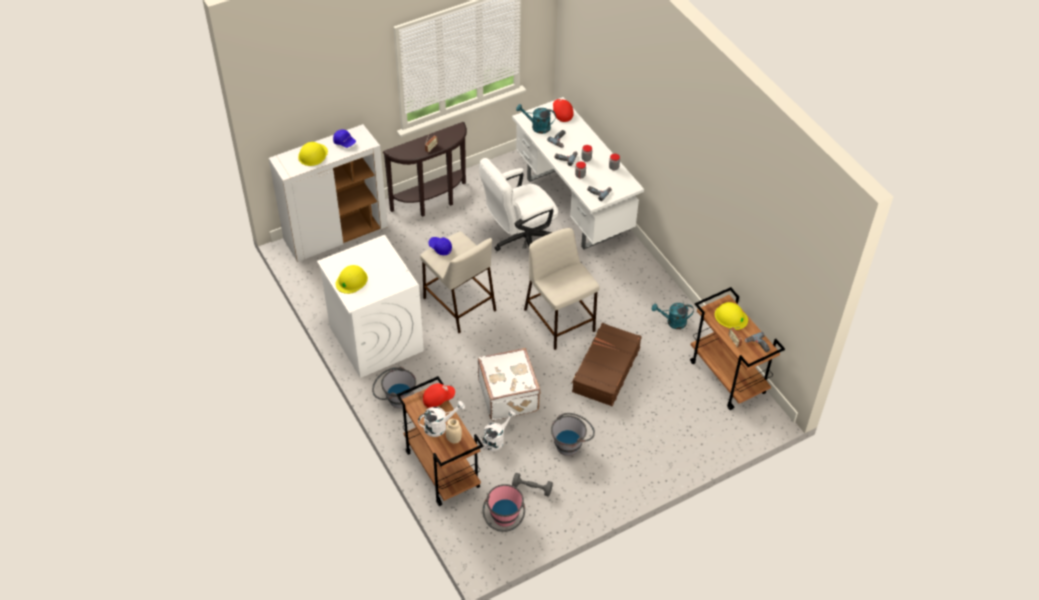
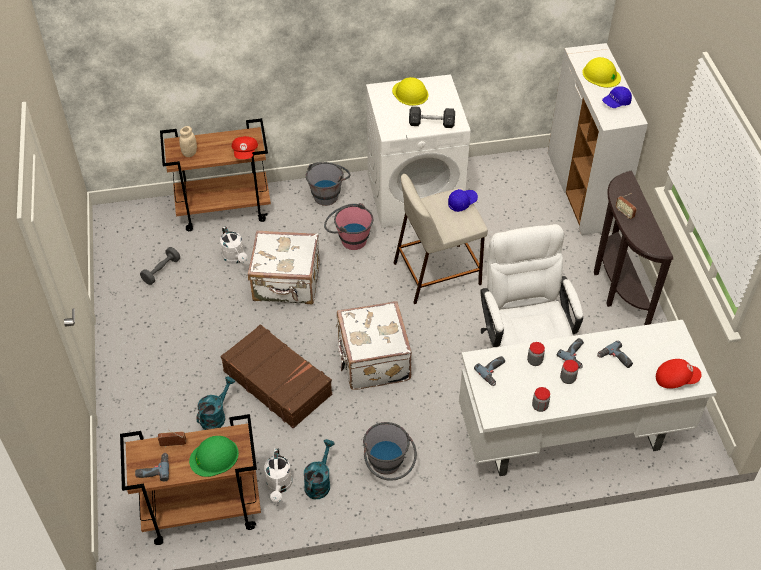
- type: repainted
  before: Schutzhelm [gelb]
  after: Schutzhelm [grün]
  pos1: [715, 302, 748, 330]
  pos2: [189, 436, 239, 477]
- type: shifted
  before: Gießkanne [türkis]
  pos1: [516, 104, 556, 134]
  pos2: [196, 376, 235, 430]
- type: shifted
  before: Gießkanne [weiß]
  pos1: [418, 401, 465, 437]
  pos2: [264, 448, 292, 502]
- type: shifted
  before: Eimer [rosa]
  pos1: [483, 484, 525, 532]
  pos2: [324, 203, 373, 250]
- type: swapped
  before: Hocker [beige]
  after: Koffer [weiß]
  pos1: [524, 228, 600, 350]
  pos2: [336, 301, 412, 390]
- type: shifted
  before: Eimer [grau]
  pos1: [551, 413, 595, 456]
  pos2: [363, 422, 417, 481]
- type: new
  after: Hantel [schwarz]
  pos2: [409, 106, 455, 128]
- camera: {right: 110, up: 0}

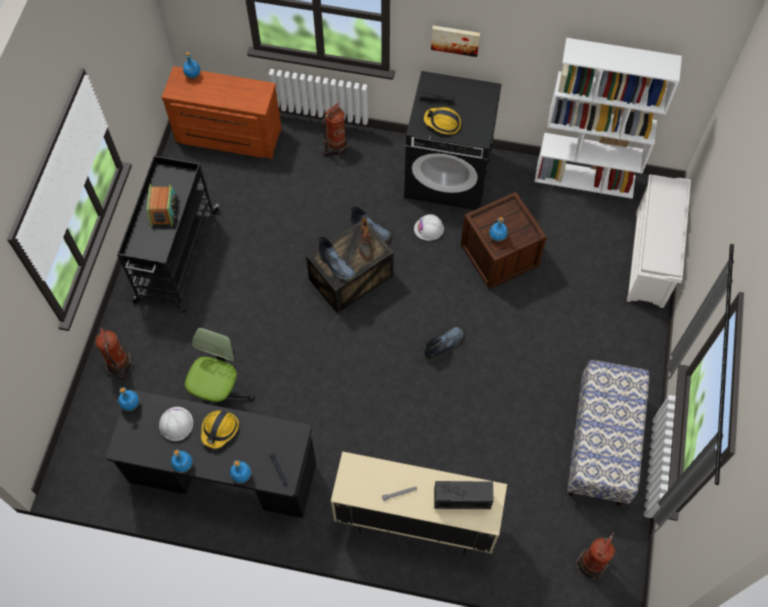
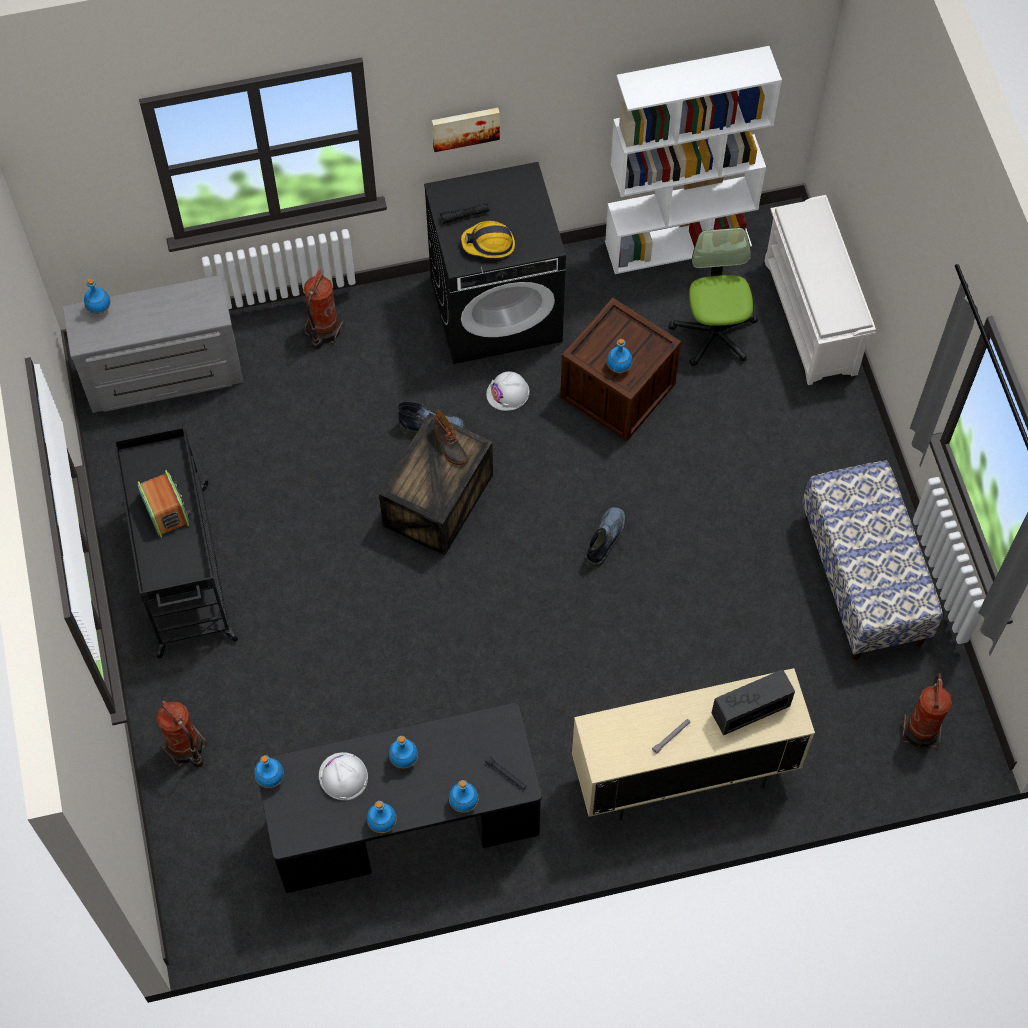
- type: repainted
  before: Kommode [braun]
  after: Kommode [grau]
  pos1: [161, 66, 282, 159]
  pos2: [62, 275, 244, 413]
- type: swapped
  before: Schutzhelm
  after: Flasche [blau]
  pos1: [201, 410, 239, 449]
  pos2: [389, 736, 418, 769]
- type: shifted
  before: Bürostuhl
  pos1: [185, 328, 254, 407]
  pos2: [668, 228, 758, 366]
- type: gone
  before: Stiefel
  pos1: [319, 237, 356, 281]
- camera: {right: -25, up: 0}

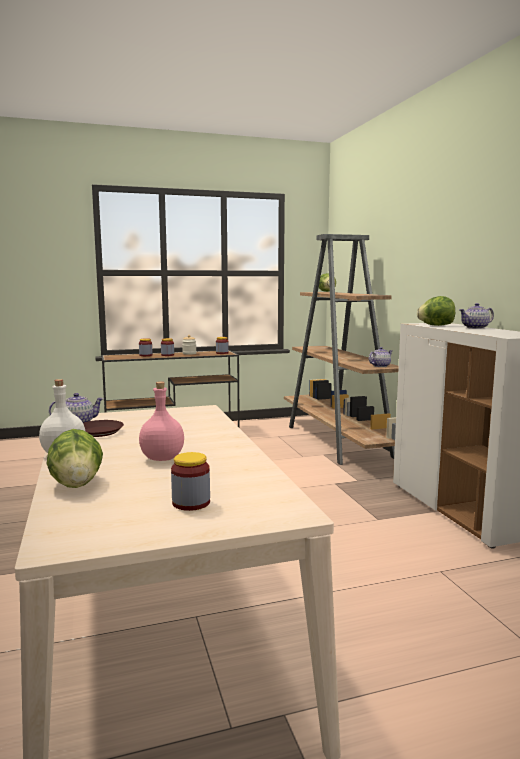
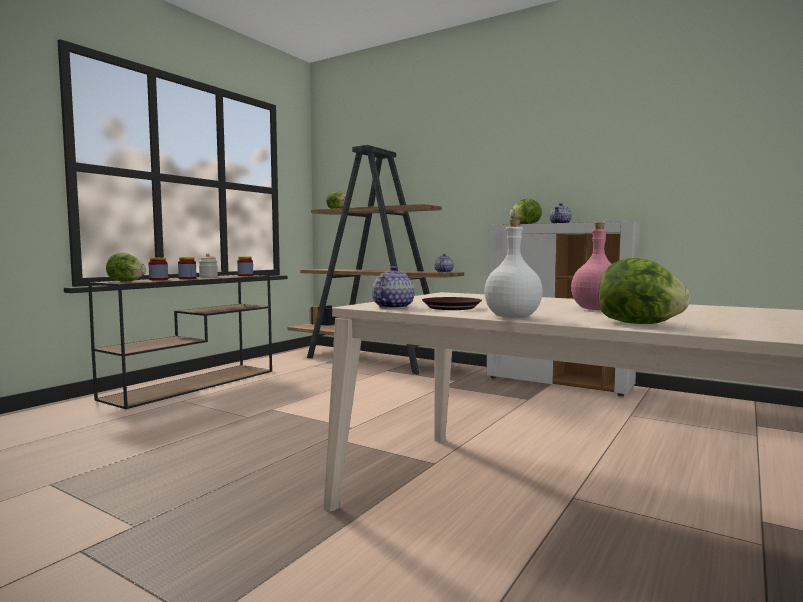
- type: new
  after: Salatkopf
  pos2: [106, 252, 146, 282]
- type: gone
  before: Vorratsglas
  pos1: [171, 452, 210, 511]
- camera: {right: -40, up: -5}

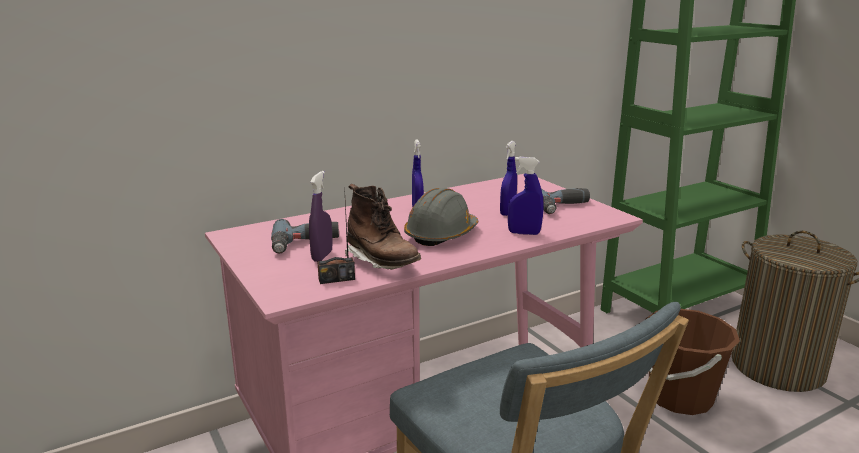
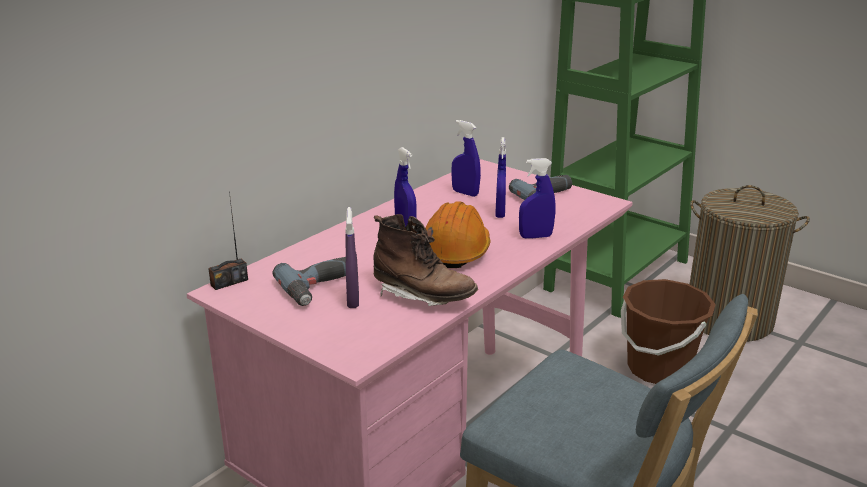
- type: shifted
  before: Radio
  pos1: [317, 187, 355, 284]
  pos2: [208, 191, 248, 290]
- type: repainted
  before: Schutzhelm [grau]
  after: Schutzhelm [orange]
  pos1: [404, 188, 478, 246]
  pos2: [426, 201, 491, 268]
- type: new
  after: Sprühflasche [blau]
  pos2: [451, 120, 481, 197]
- camera: {right: -20, up: 5}

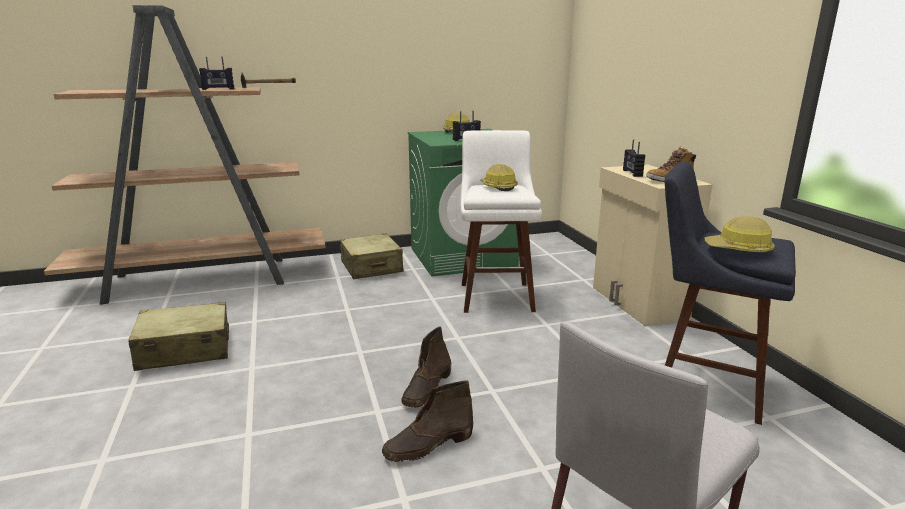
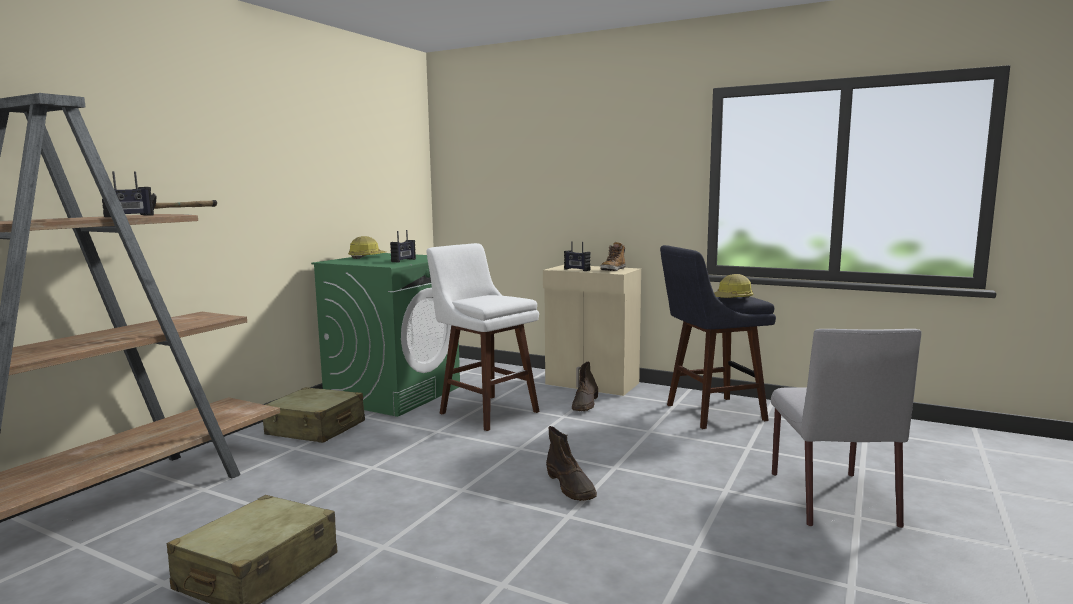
- type: shifted
  before: Stiefel [braun]
  pos1: [382, 380, 473, 462]
  pos2: [572, 362, 598, 411]
- type: gone
  before: Schutzhelm
  pos1: [481, 164, 518, 191]
- camera: {right: -45, up: -10}

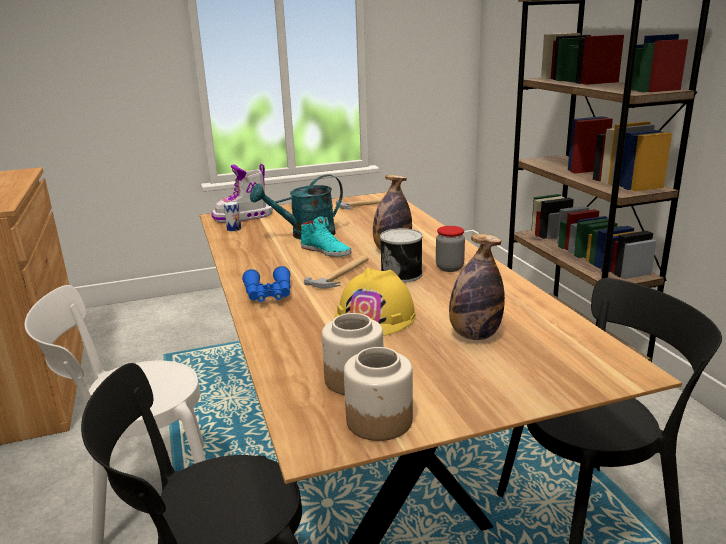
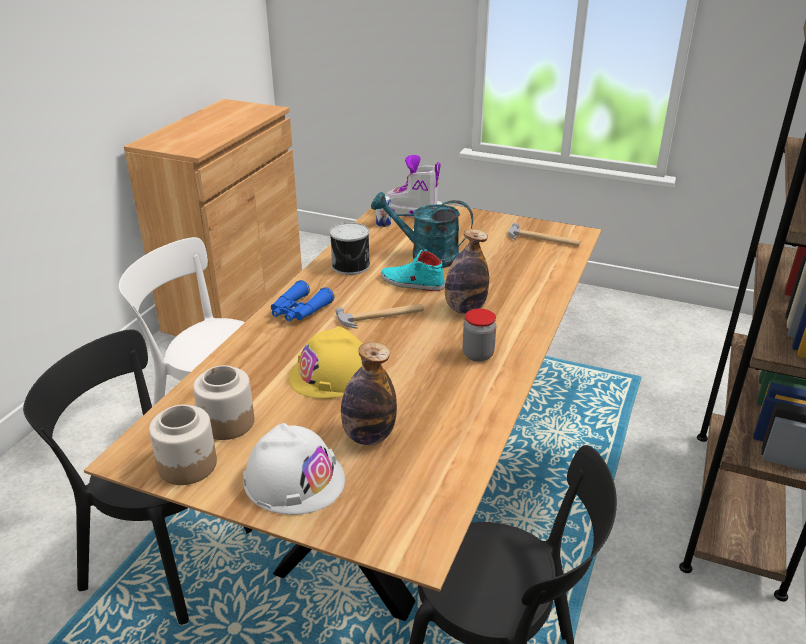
- type: new
  after: Schutzhelm [weiß]
  pos2: [243, 423, 345, 515]
- type: shifted
  before: Dose
  pos1: [380, 228, 423, 283]
  pos2: [330, 222, 370, 275]
- type: rotated
  before: Schuh [türkis]
  pos1: [301, 216, 351, 257]
  pos2: [381, 249, 445, 291]
  turn: 120
- camera: {right: 40, up: 10}

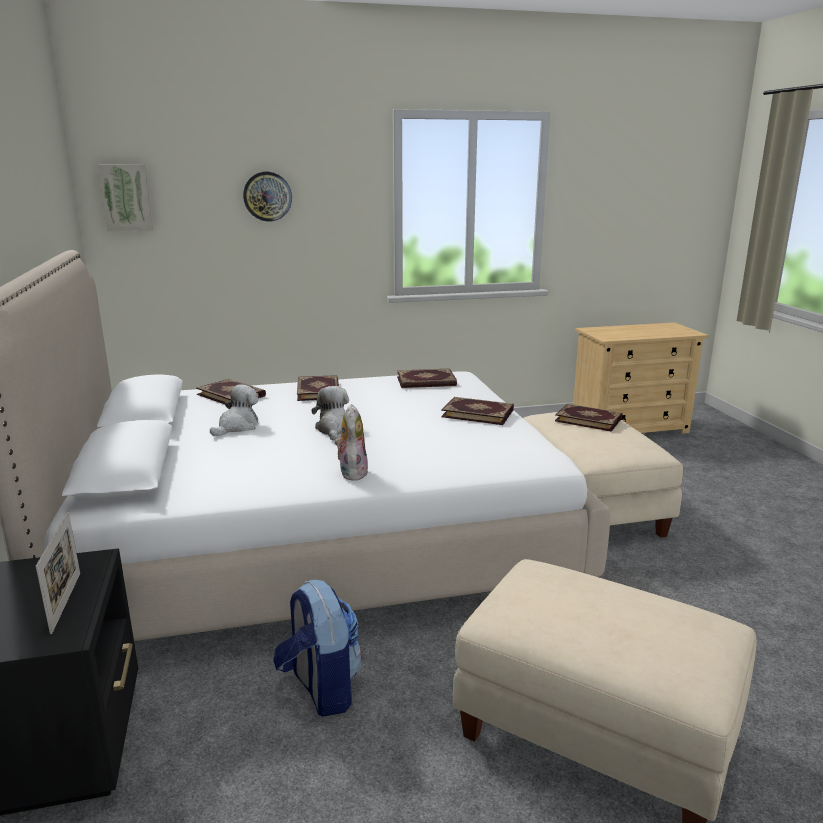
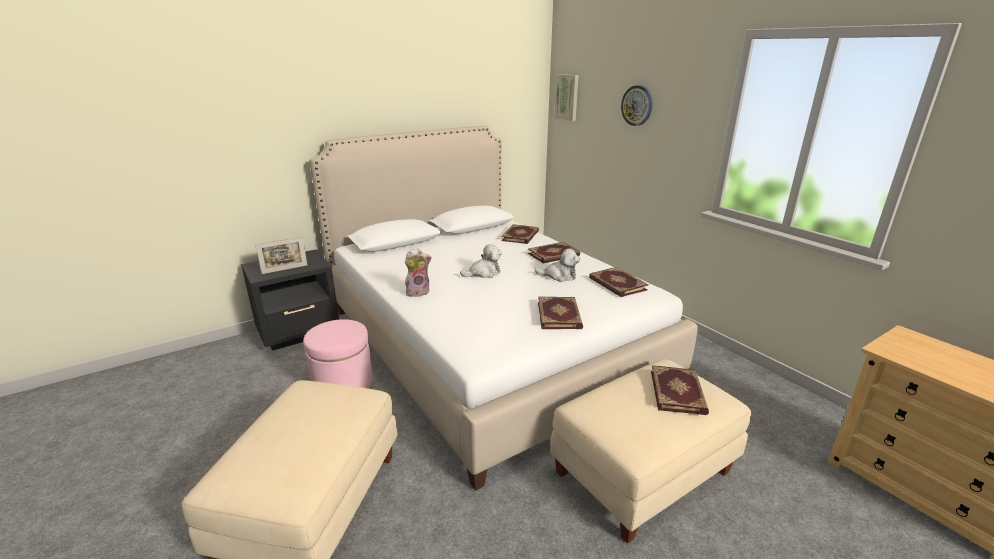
- type: swapped
  before: Rucksack
  after: Polsterhocker [rosa]
  pos1: [273, 580, 362, 717]
  pos2: [303, 319, 373, 389]
- type: shifted
  before: Plüschtier
  pos1: [210, 384, 258, 436]
  pos2: [534, 248, 580, 282]
- camera: {right: 70, up: 5}

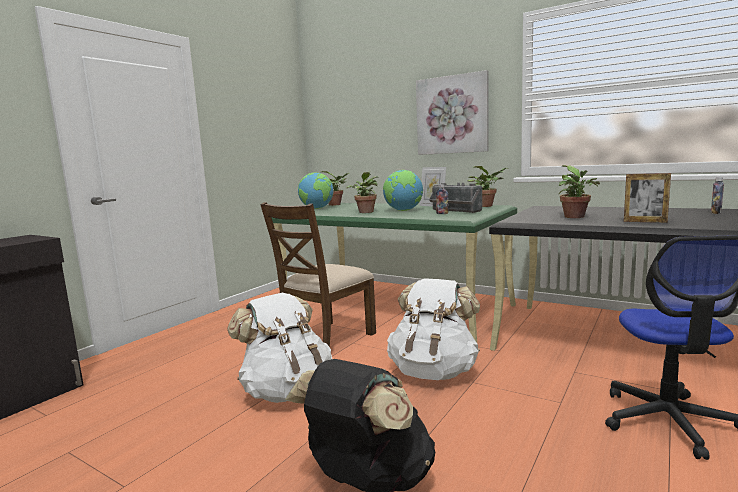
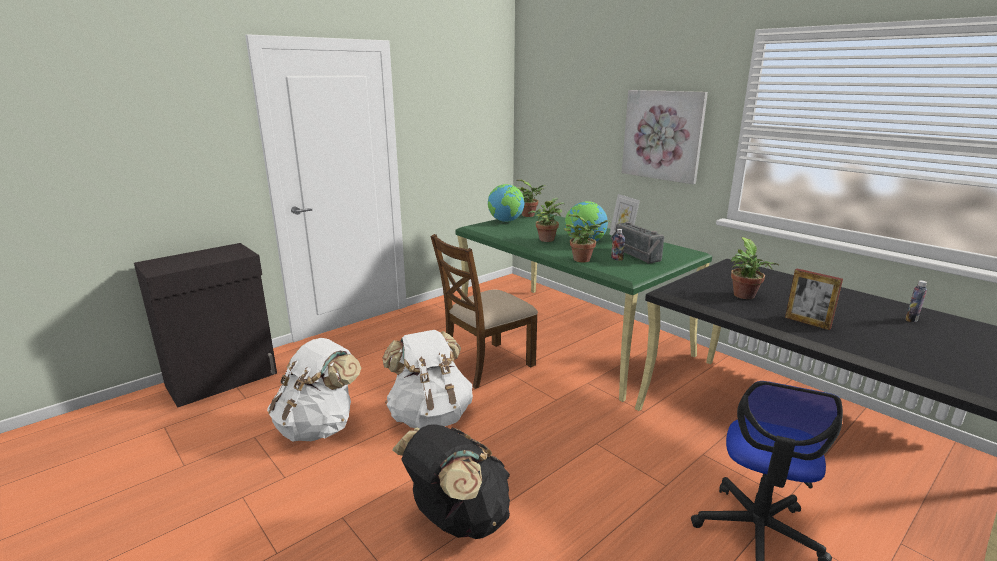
- type: shifted
  before: Rucksack [weiß]
  pos1: [387, 278, 480, 380]
  pos2: [267, 338, 361, 442]
- type: shifted
  before: Topfpflanze
  pos1: [467, 166, 509, 207]
  pos2: [564, 214, 611, 262]
- camera: {right: 15, up: 10}

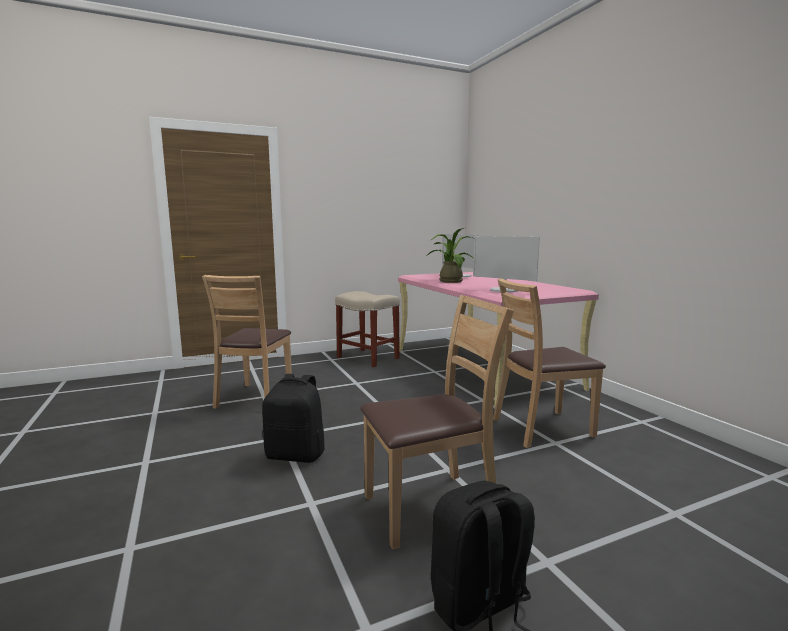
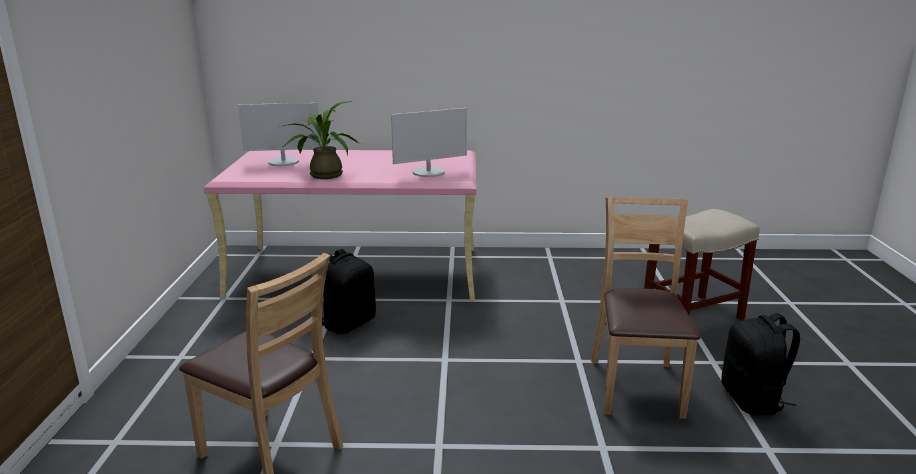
- type: shifted
  before: Rucksack [schwarz]
  pos1: [262, 374, 325, 463]
  pos2: [322, 249, 376, 334]
- type: shifted
  before: Hocker [beige]
  pos1: [335, 291, 400, 367]
  pos2: [644, 209, 759, 320]
- type: gone
  before: Stuhl [braun]
  pos1: [493, 278, 606, 448]
- camera: {right: -65, up: 10}

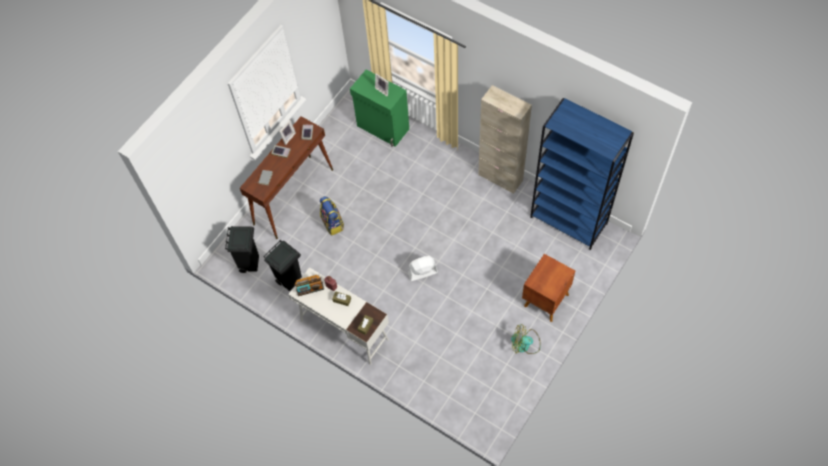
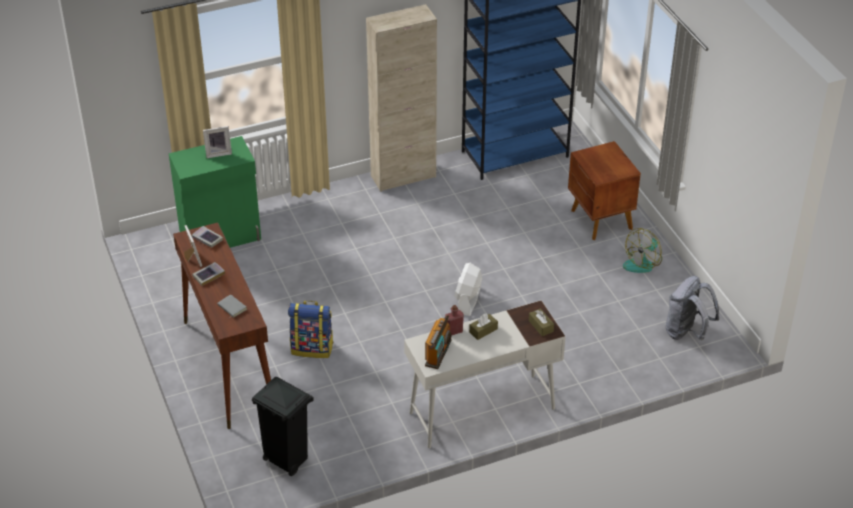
- type: new
  after: Rucksack [grau]
  pos2: [666, 276, 719, 340]
- type: gone
  before: Mülleimer [schwarz]
  pos1: [263, 240, 302, 291]
- camera: {right: -60, up: -20}

